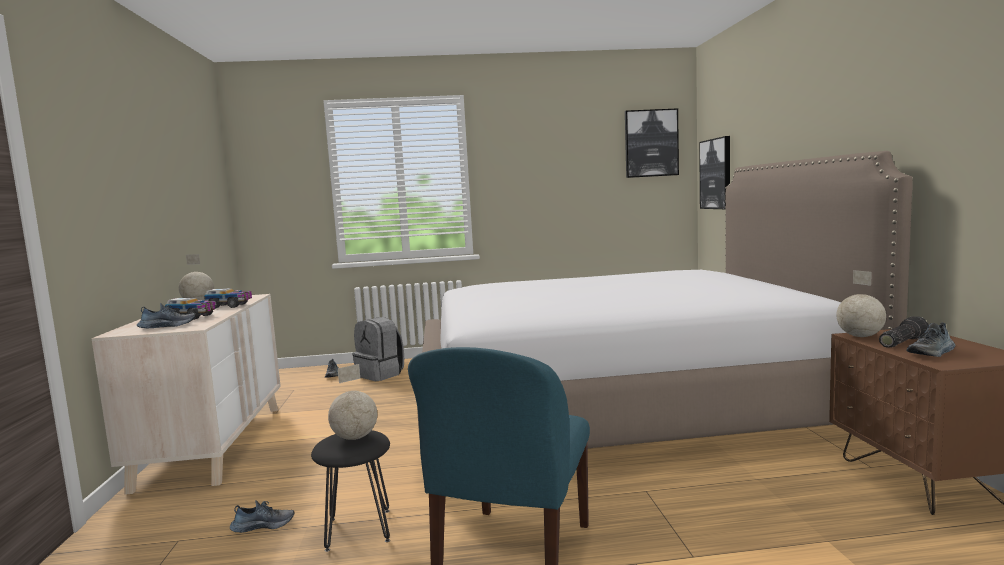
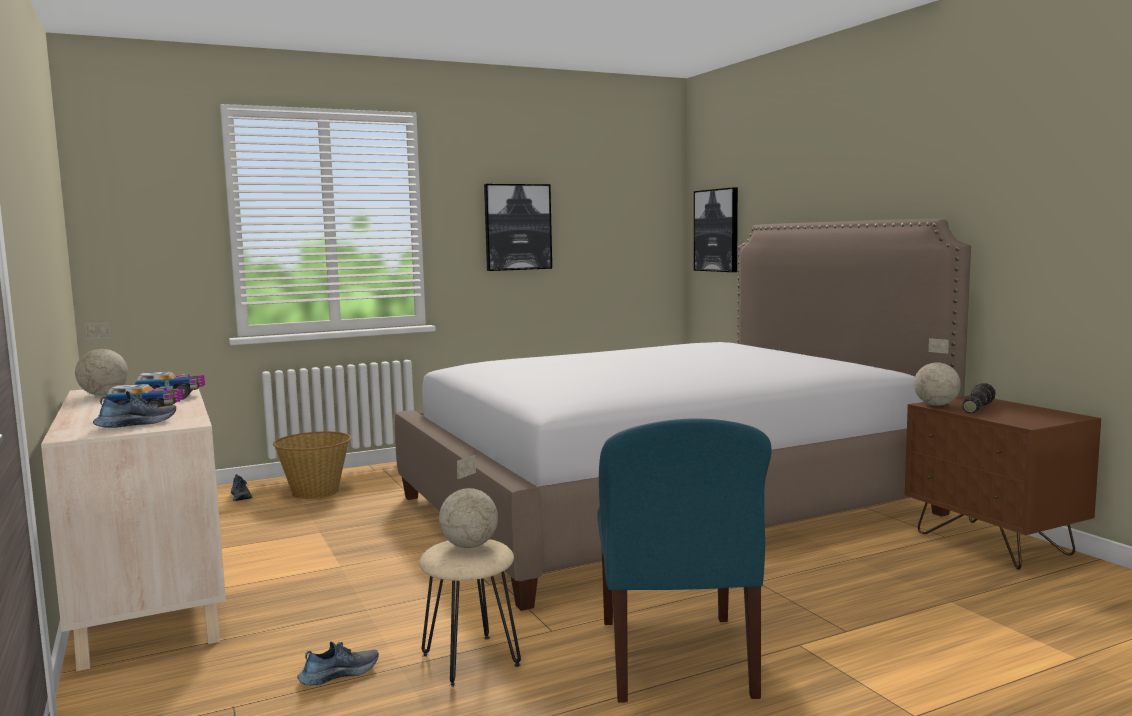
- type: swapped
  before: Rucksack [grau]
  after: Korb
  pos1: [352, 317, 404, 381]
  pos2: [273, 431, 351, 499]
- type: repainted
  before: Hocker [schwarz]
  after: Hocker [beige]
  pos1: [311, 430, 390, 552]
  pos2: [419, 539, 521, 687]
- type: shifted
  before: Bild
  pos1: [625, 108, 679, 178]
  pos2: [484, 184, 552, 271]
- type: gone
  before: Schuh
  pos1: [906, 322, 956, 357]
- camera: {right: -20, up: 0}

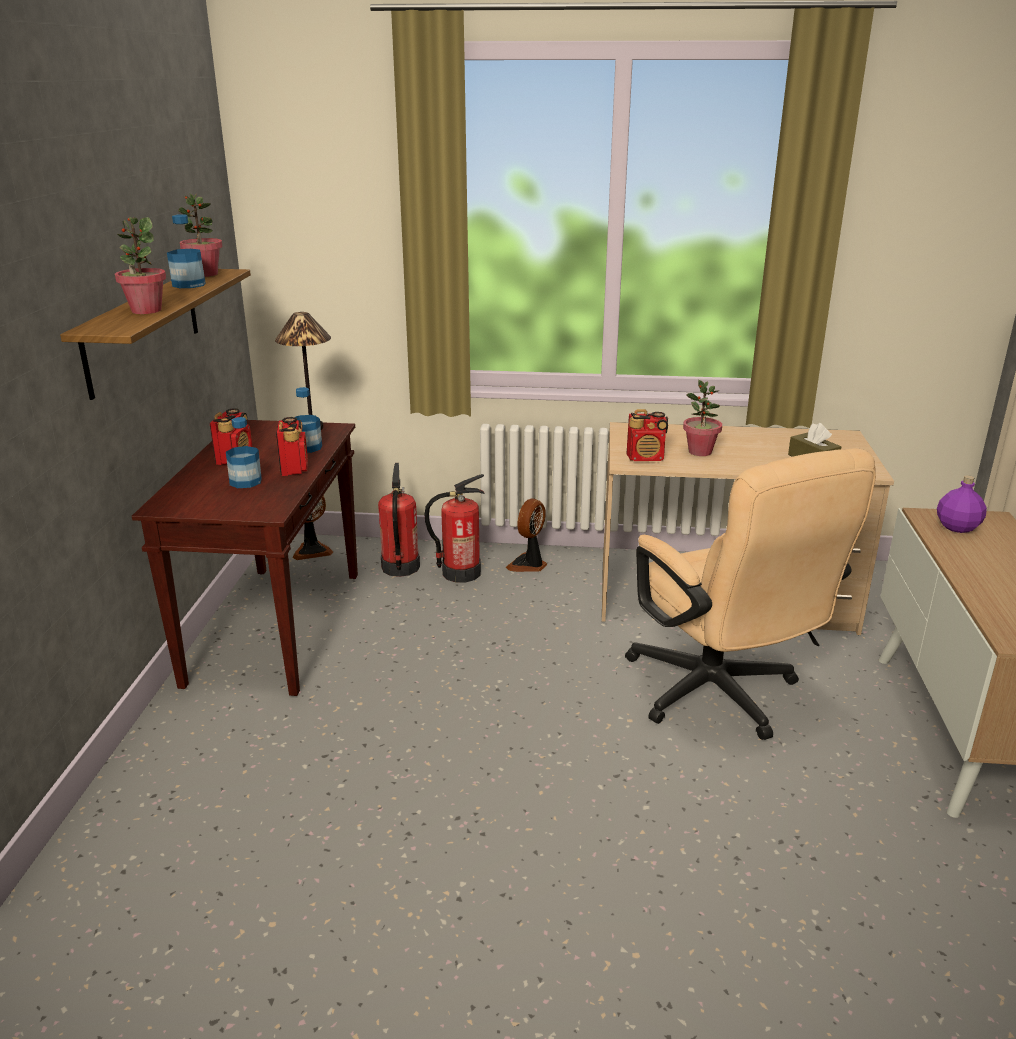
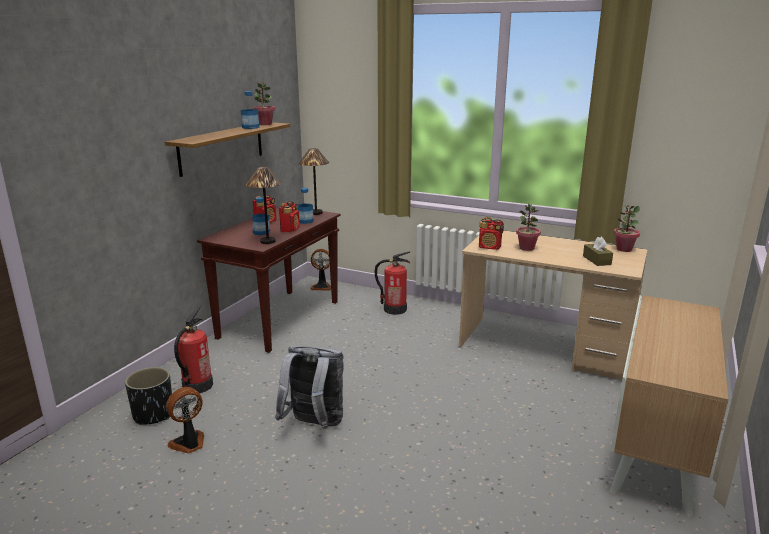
- type: new
  after: Pflanzkübel [schwarz]
  pos2: [125, 367, 172, 425]
- type: shifted
  before: Ventilator
  pos1: [506, 498, 547, 572]
  pos2: [166, 387, 204, 453]
- type: shifted
  before: Feuerlöscher
  pos1: [378, 463, 420, 577]
  pos2: [174, 306, 213, 393]
- type: new
  after: Tischlampe
  pos2: [246, 167, 282, 244]
- type: new
  after: Rucksack [grau]
  pos2: [275, 347, 344, 429]
- type: shifted
  before: Topfpflanze
  pos1: [115, 217, 166, 314]
  pos2: [614, 205, 640, 252]
- type: gone
  before: Bürostuhl [beige]
  pos1: [625, 448, 876, 740]
- type: gone
  before: Flasche [lila]
  pos1: [937, 475, 987, 533]
- camera: {right: 20, up: -5}

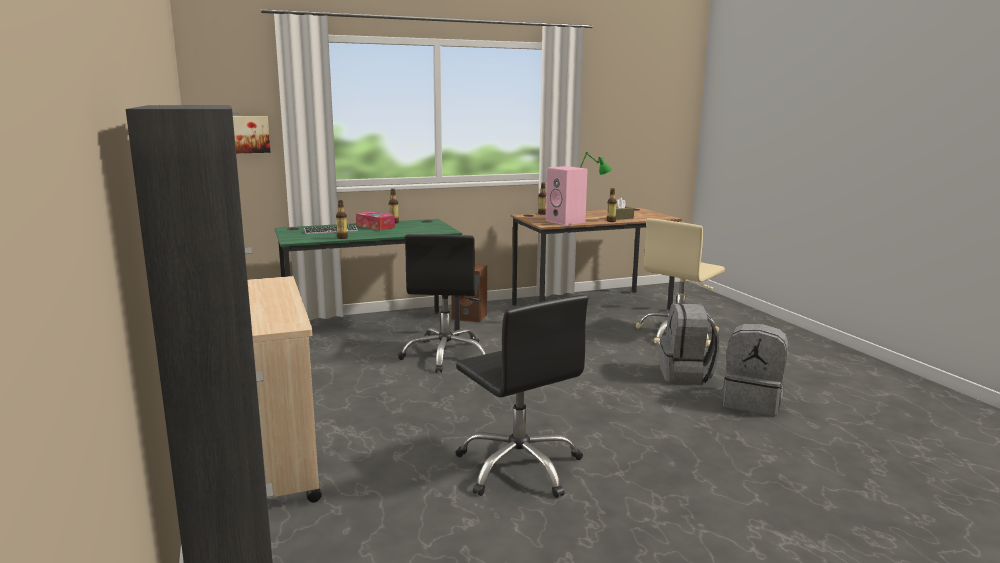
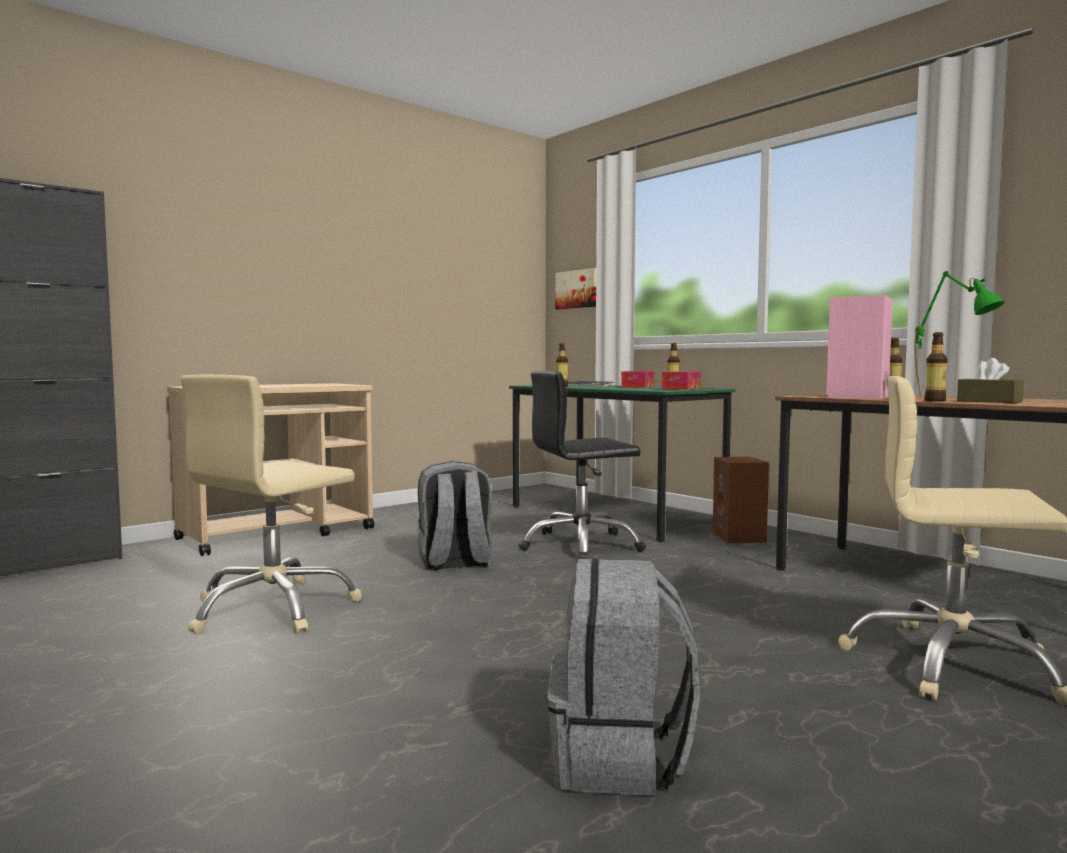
- type: repainted
  before: Bürostuhl [schwarz]
  after: Bürostuhl [beige]
  pos1: [455, 295, 588, 498]
  pos2: [181, 375, 362, 634]
- type: shifted
  before: Rucksack [grau]
  pos1: [660, 303, 719, 384]
  pos2: [417, 461, 493, 571]
- type: new
  after: Taschentuchbox
  pos2: [662, 371, 701, 390]
- camera: {right: 70, up: -10}

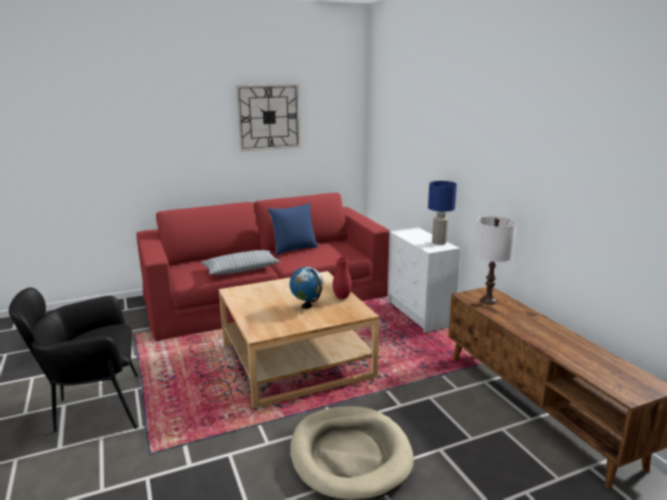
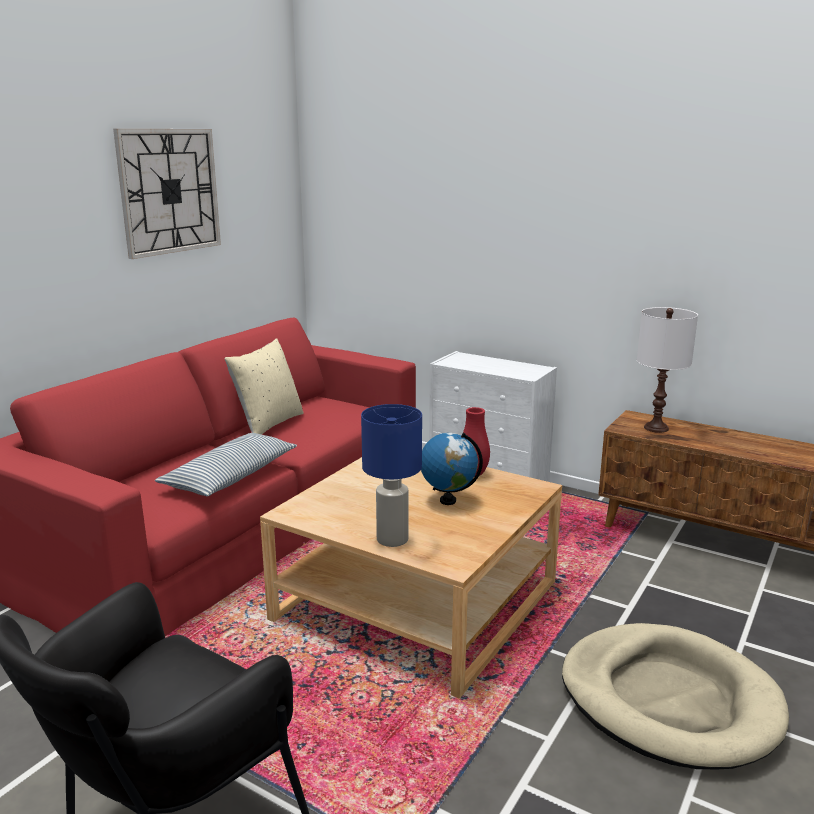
- type: repainted
  before: Kissen [blau]
  after: Kissen [beige]
  pos1: [268, 203, 318, 255]
  pos2: [224, 338, 303, 435]
- type: shifted
  before: Tischlampe [blau]
  pos1: [428, 181, 457, 245]
  pos2: [361, 404, 422, 547]
- camera: {right: -35, up: 0}

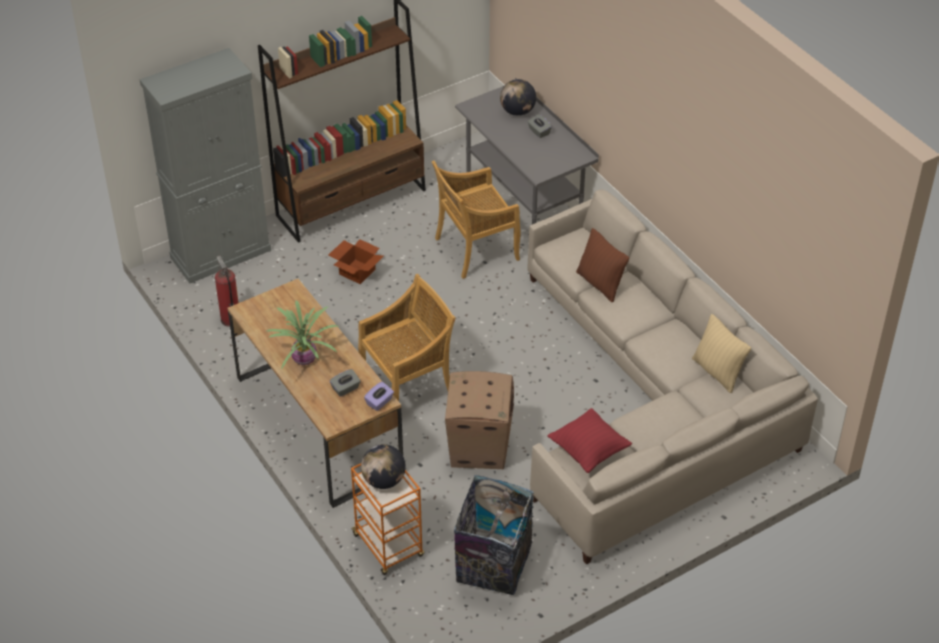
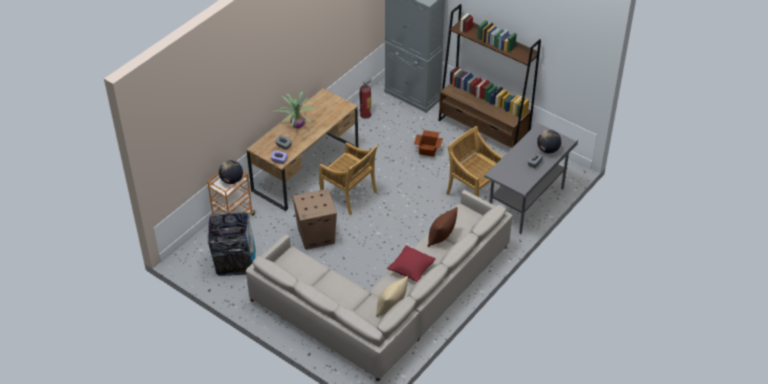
- type: shifted
  before: Kissen [rot]
  pos1: [548, 408, 632, 473]
  pos2: [387, 245, 436, 282]
- camera: {right: 70, up: 0}

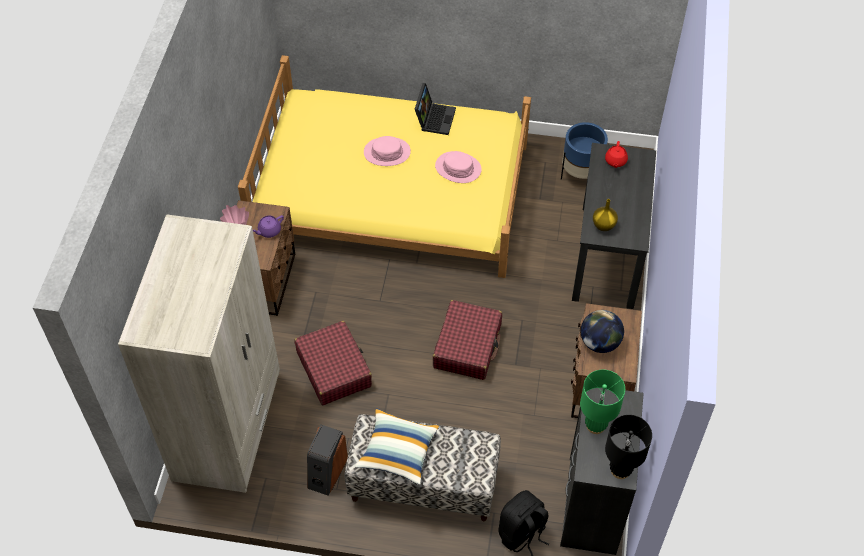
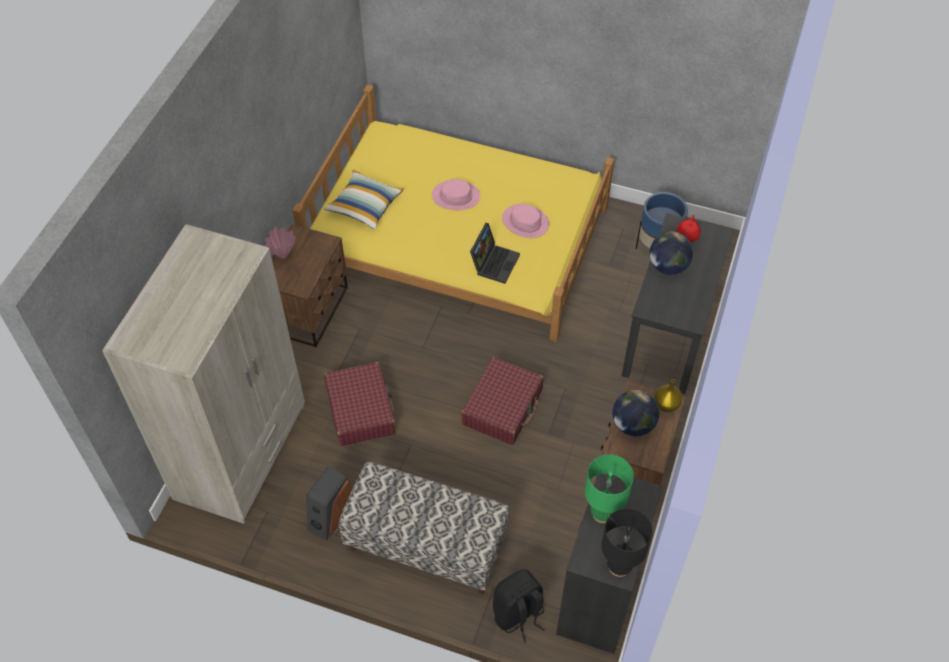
- type: shifted
  before: Kissen
  pos1: [355, 408, 439, 484]
  pos2: [324, 170, 404, 229]
- type: shifted
  before: Laptop
  pos1: [415, 83, 456, 135]
  pos2: [470, 223, 520, 284]
- type: new
  after: Globus
  pos2: [649, 232, 693, 275]
- type: shifted
  before: Vase [gelb]
  pos1: [593, 199, 618, 231]
  pos2: [654, 379, 683, 412]
- type: gone
  before: Teekanne [lila]
  pos1: [253, 215, 284, 238]
- camera: {right: 10, up: 0}

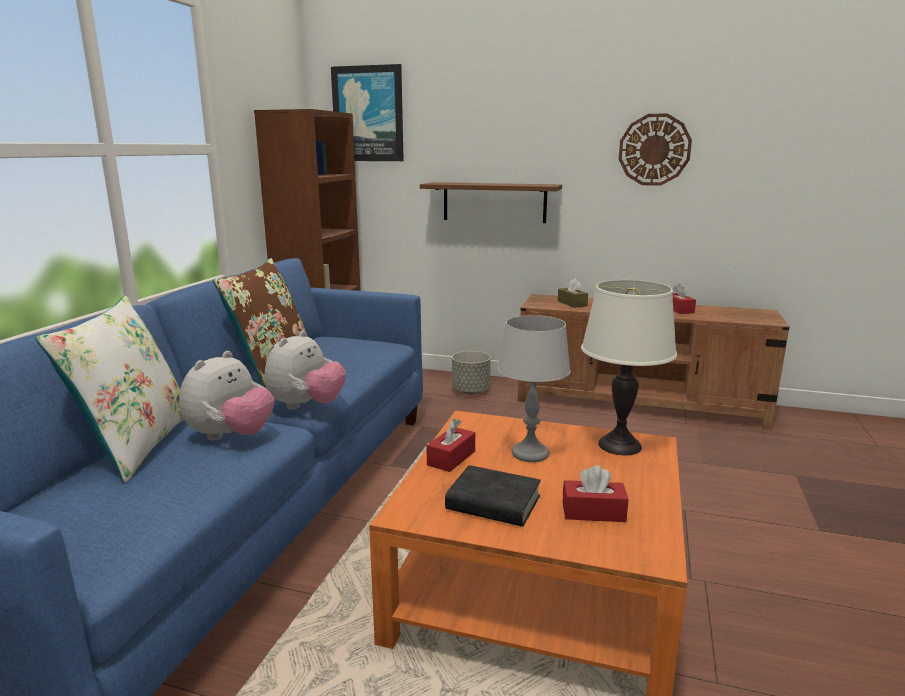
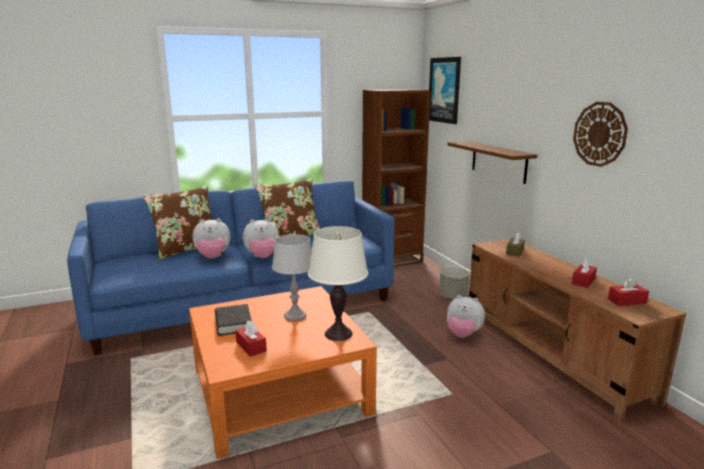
- type: repainted
  before: Kissen [weiß]
  after: Kissen [braun]
  pos1: [35, 296, 184, 483]
  pos2: [143, 185, 212, 260]
- type: new
  after: Plüschtier
  pos2: [447, 295, 485, 338]
- type: shifted
  before: Taschentuchbox [rot]
  pos1: [427, 419, 475, 472]
  pos2: [608, 277, 649, 306]
- camera: {right: 50, up: 0}

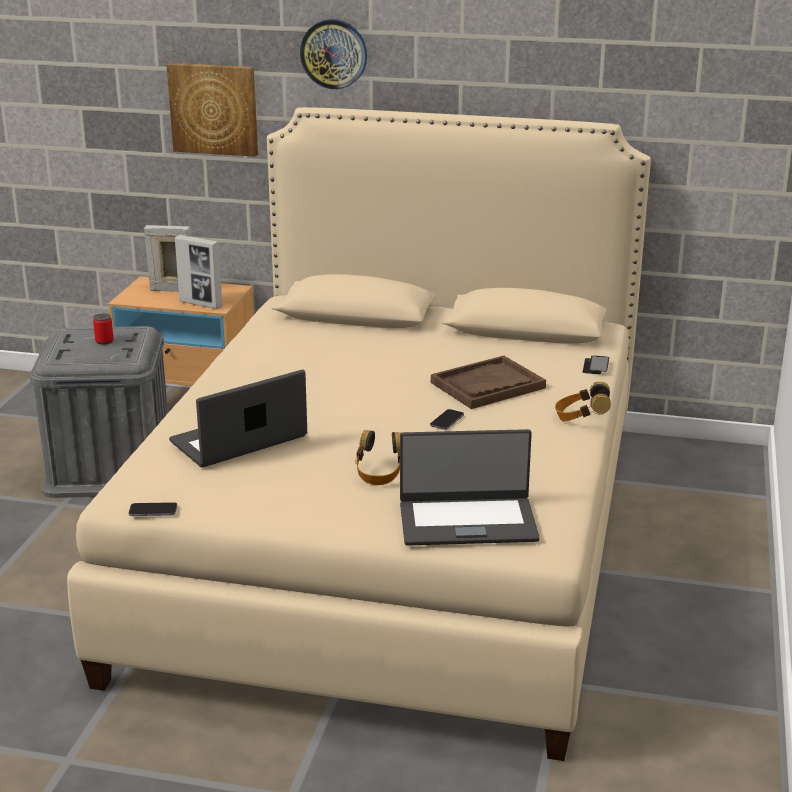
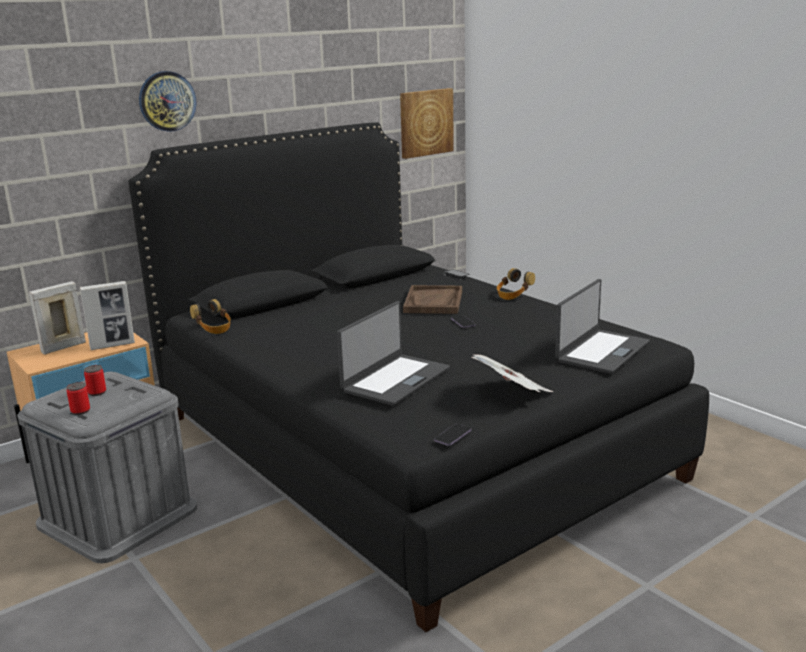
- type: new
  after: Dose
  pos2: [67, 382, 90, 415]
- type: repainted
  before: Bett [beige]
  after: Bett [schwarz]
  pos1: [67, 107, 651, 761]
  pos2: [129, 122, 709, 632]
- type: shifted
  before: Kopfhörer
  pos1: [356, 430, 402, 485]
  pos2: [190, 299, 231, 334]
- type: rotated
  before: Laptop
  pos1: [169, 370, 307, 468]
  pos2: [337, 301, 450, 406]
  turn: -150
- type: shifted
  before: Bild
  pos1: [167, 63, 258, 157]
  pos2: [400, 88, 454, 159]
- type: new
  after: Zeitung
  pos2: [472, 355, 553, 392]
- camera: {right: -50, up: -5}

